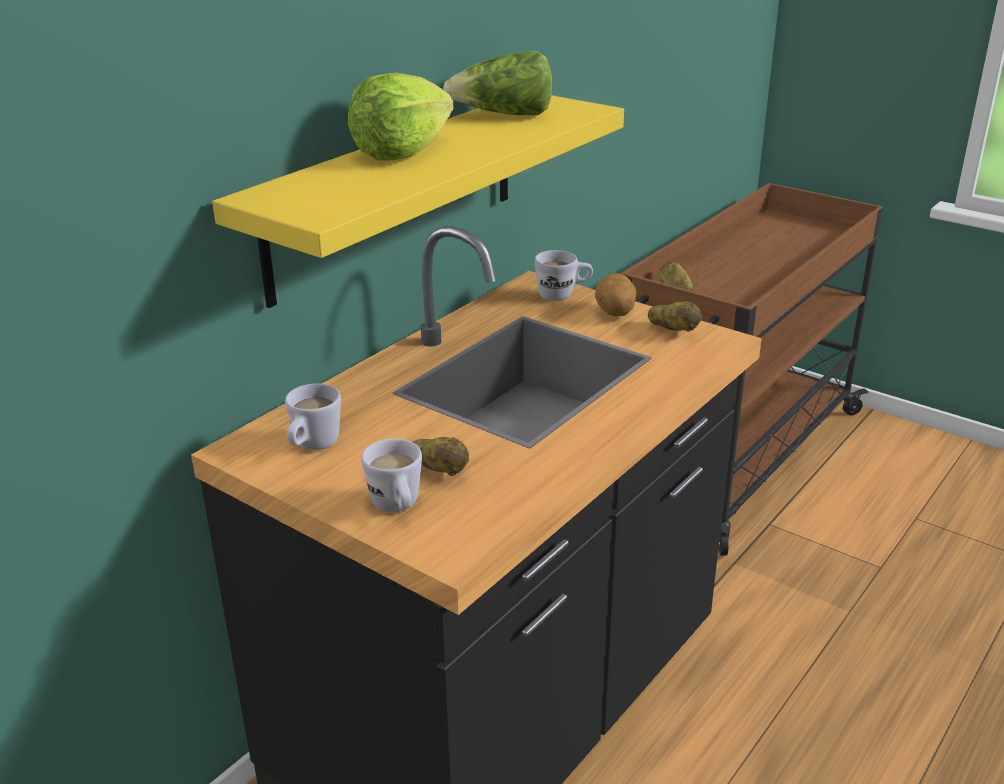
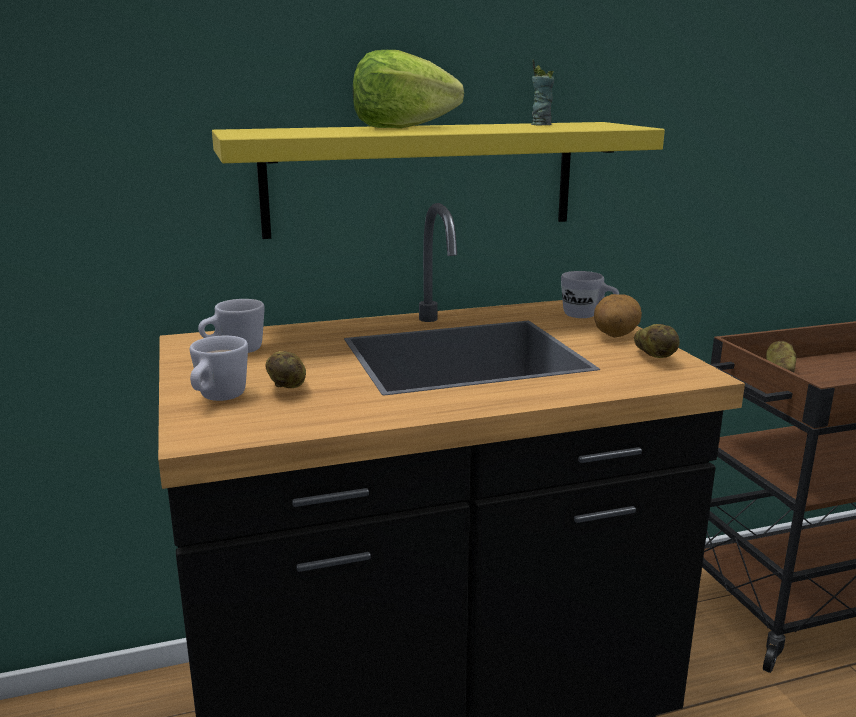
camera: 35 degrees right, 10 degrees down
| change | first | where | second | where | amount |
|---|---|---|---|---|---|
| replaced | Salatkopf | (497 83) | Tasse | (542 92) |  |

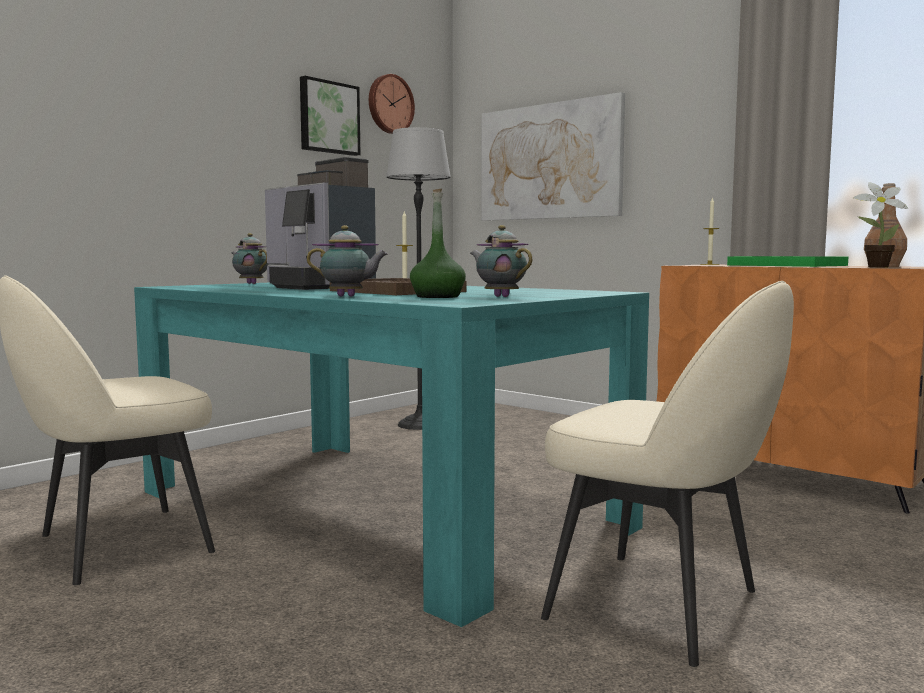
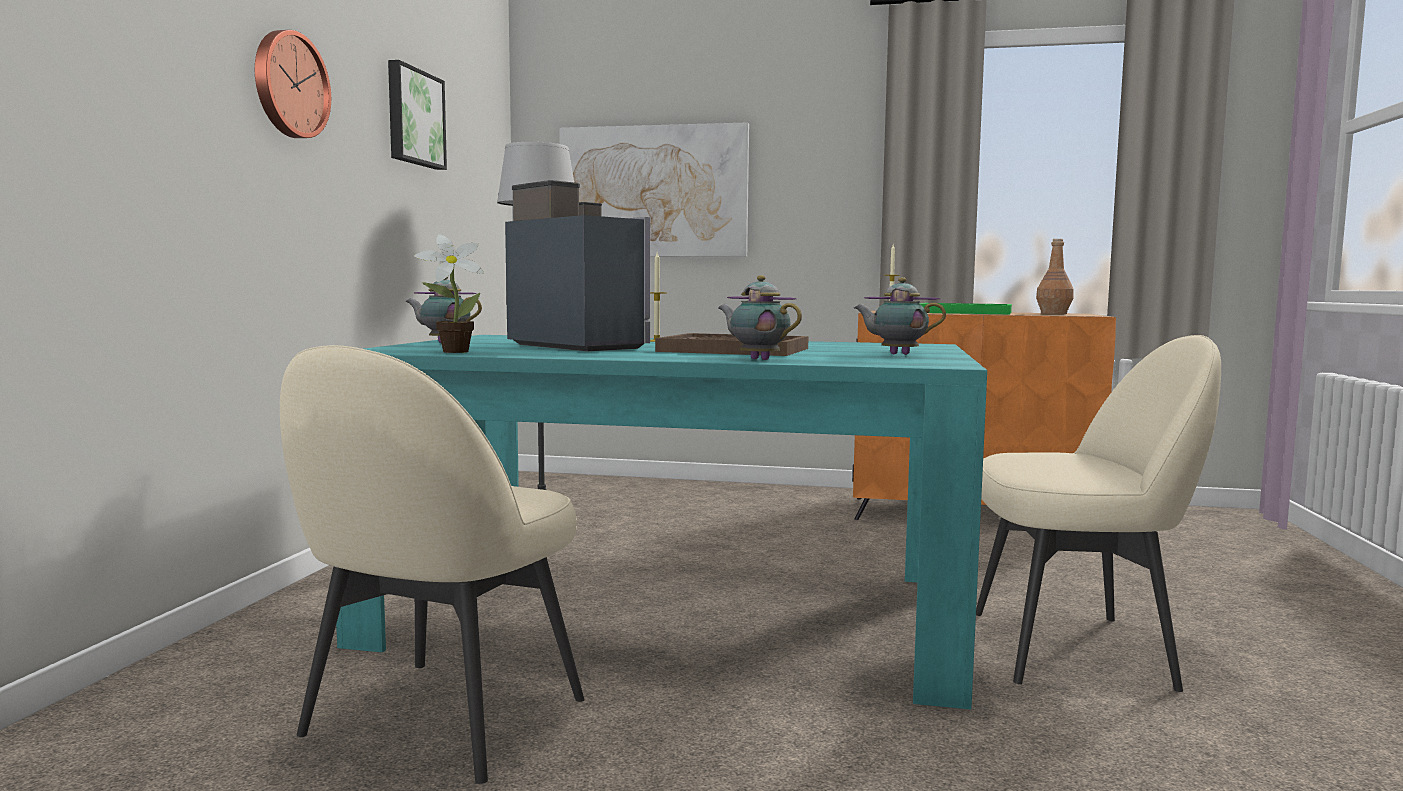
camera: 30 degrees left, 0 degrees up
| change | first | where | second | where | amount |
|---|---|---|---|---|---|
| removed | Flasche/grün | (438 243) |  |  |  |
| moved | Wanduhr | (392 104) |  | (293 84) |  |
| moved | Topfpflanze | (880 225) |  | (449 293) |  |
| turned | Kaffeemaschine | (320 223) |  | (577 265) | 150 degrees counterclockwise |
| turned | Teekanne | (347 261) |  | (760 317) | 120 degrees counterclockwise |

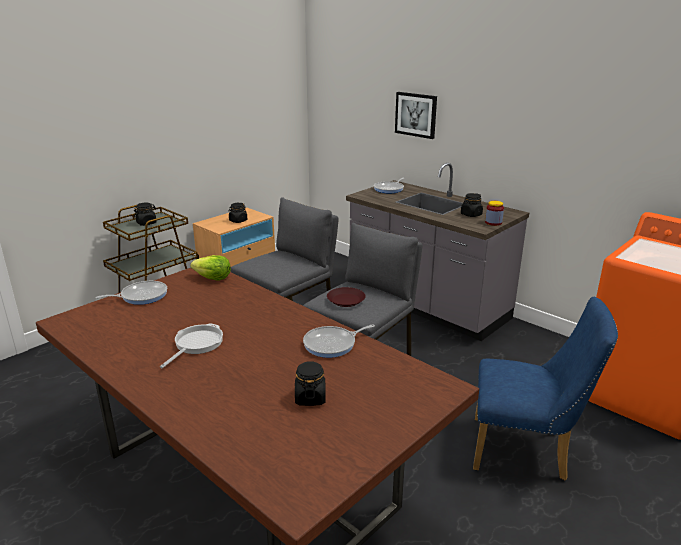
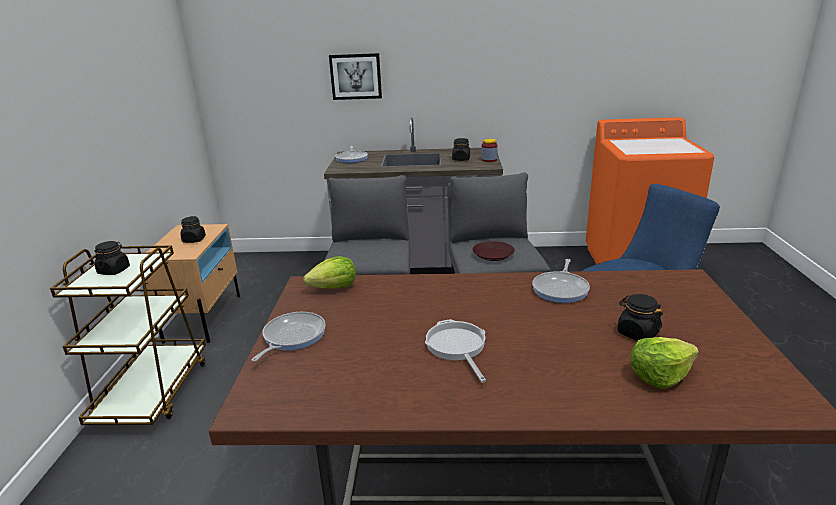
camera: 40 degrees left, 0 degrees up
| change | first | where | second | where | amount |
|---|---|---|---|---|---|
| added |  |  | Salatkopf | (664 363) |  |

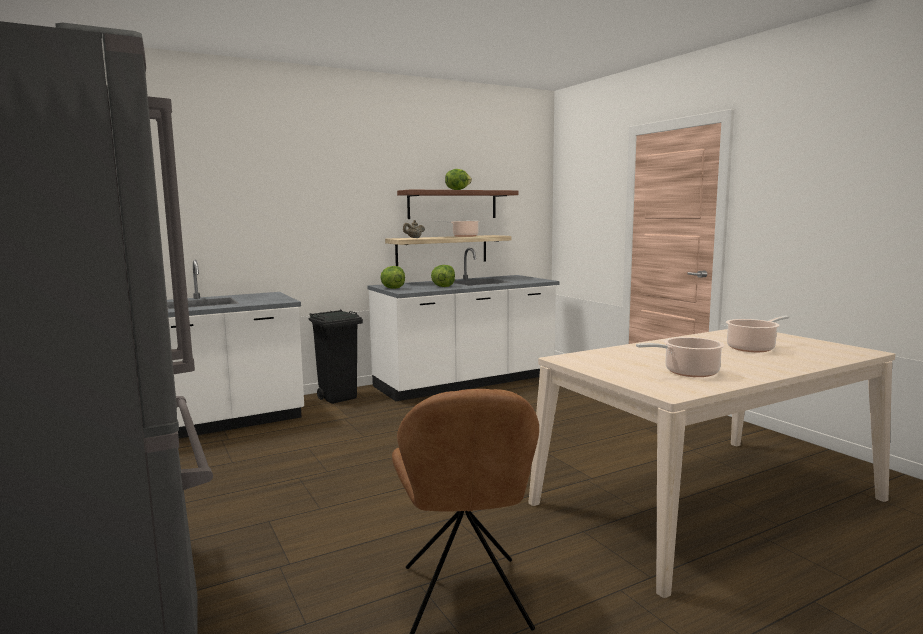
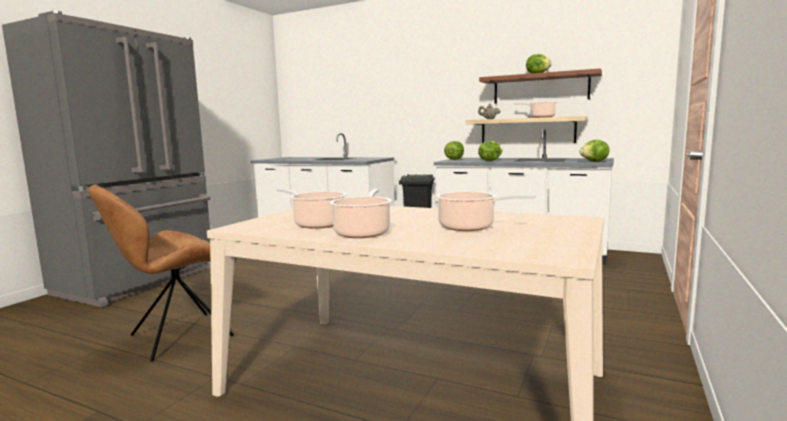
camera: 55 degrees right, 0 degrees up
| change | first | where | second | where | amount |
|---|---|---|---|---|---|
| added |  |  | Kochtopf | (360 213) |  |
| added |  |  | Salatkopf | (595 151) |  |

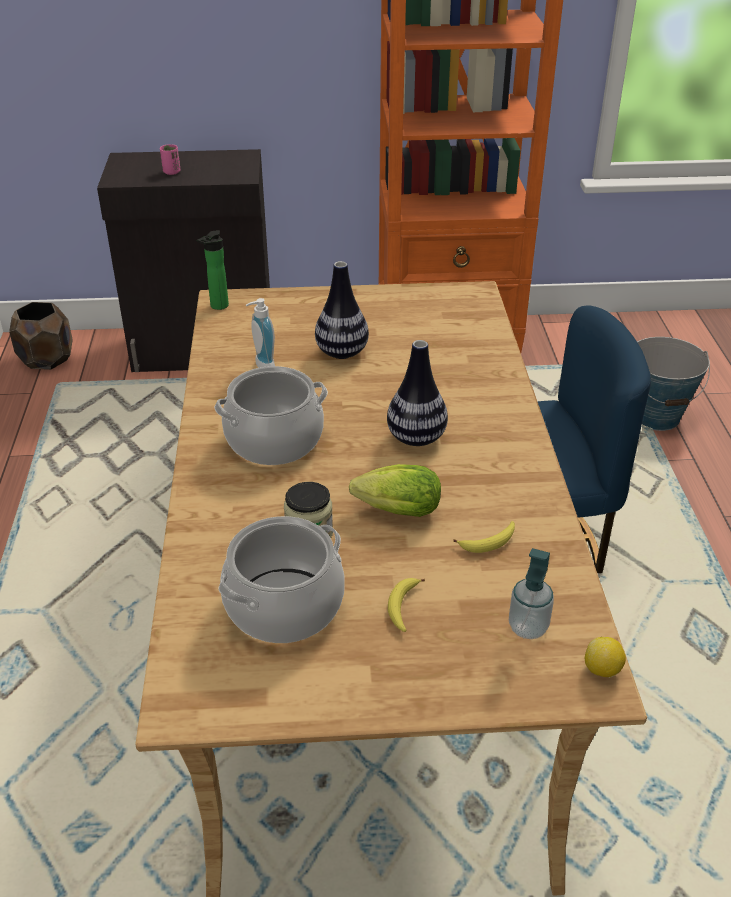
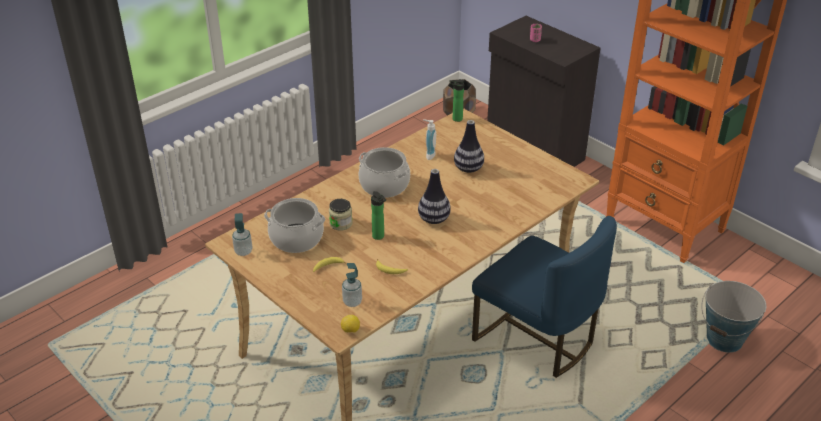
camera: 50 degrees right, 0 degrees up
| change | first | where | second | where | amount |
|---|---|---|---|---|---|
| added |  |  | Seifenspender | (242 234) |  |
| replaced | Salatkopf | (395 490) | Flasche | (378 215) |  |

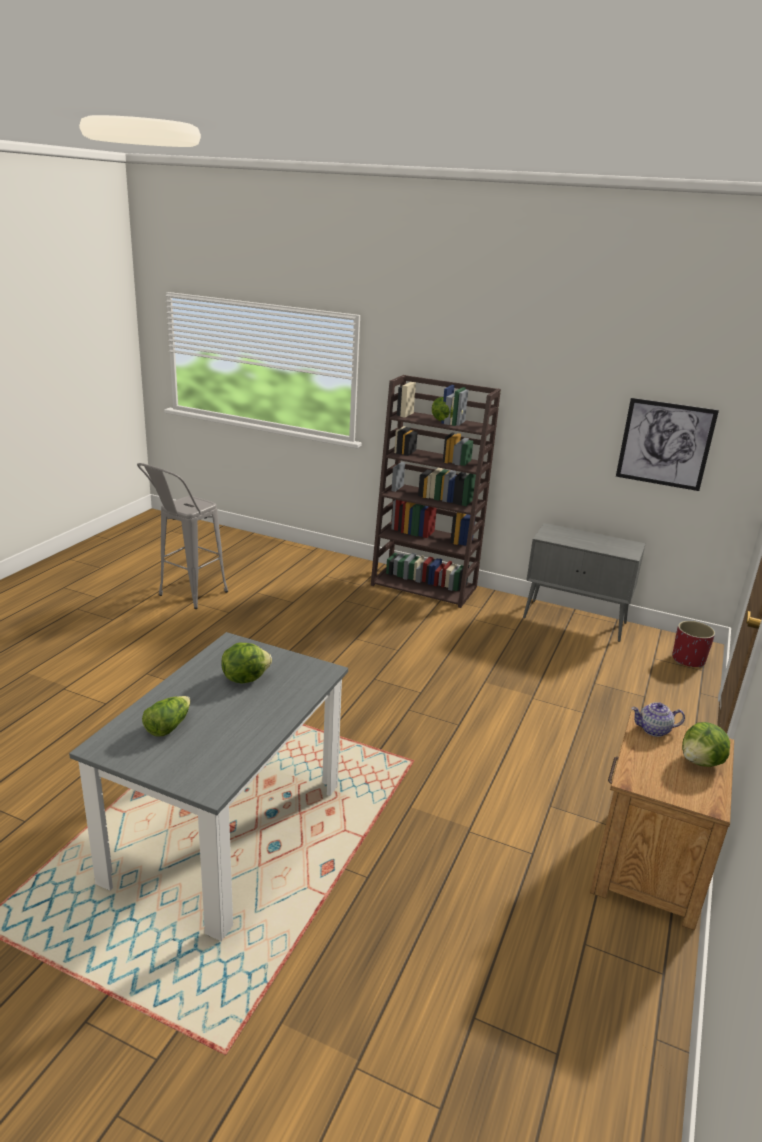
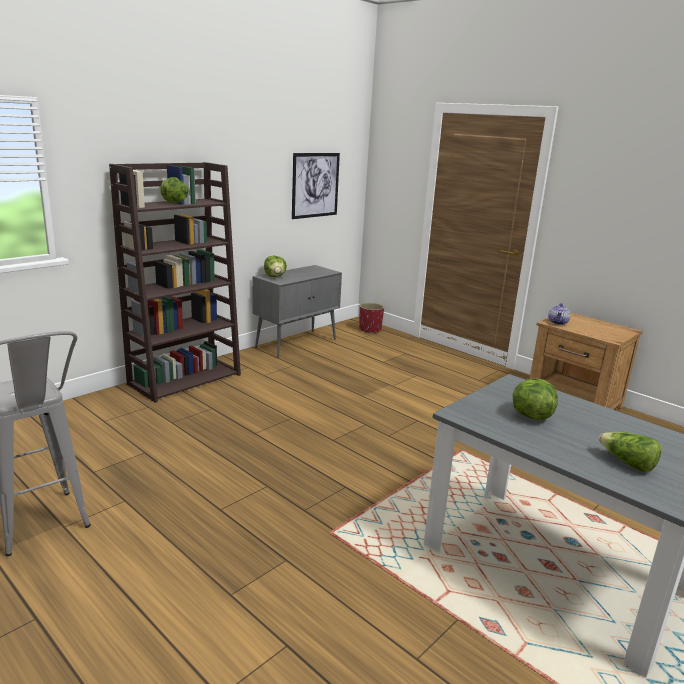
camera: 70 degrees left, 5 degrees down
| change | first | where | second | where | amount |
|---|---|---|---|---|---|
| moved | Salatkopf | (706 744) |  | (275 266) |  |

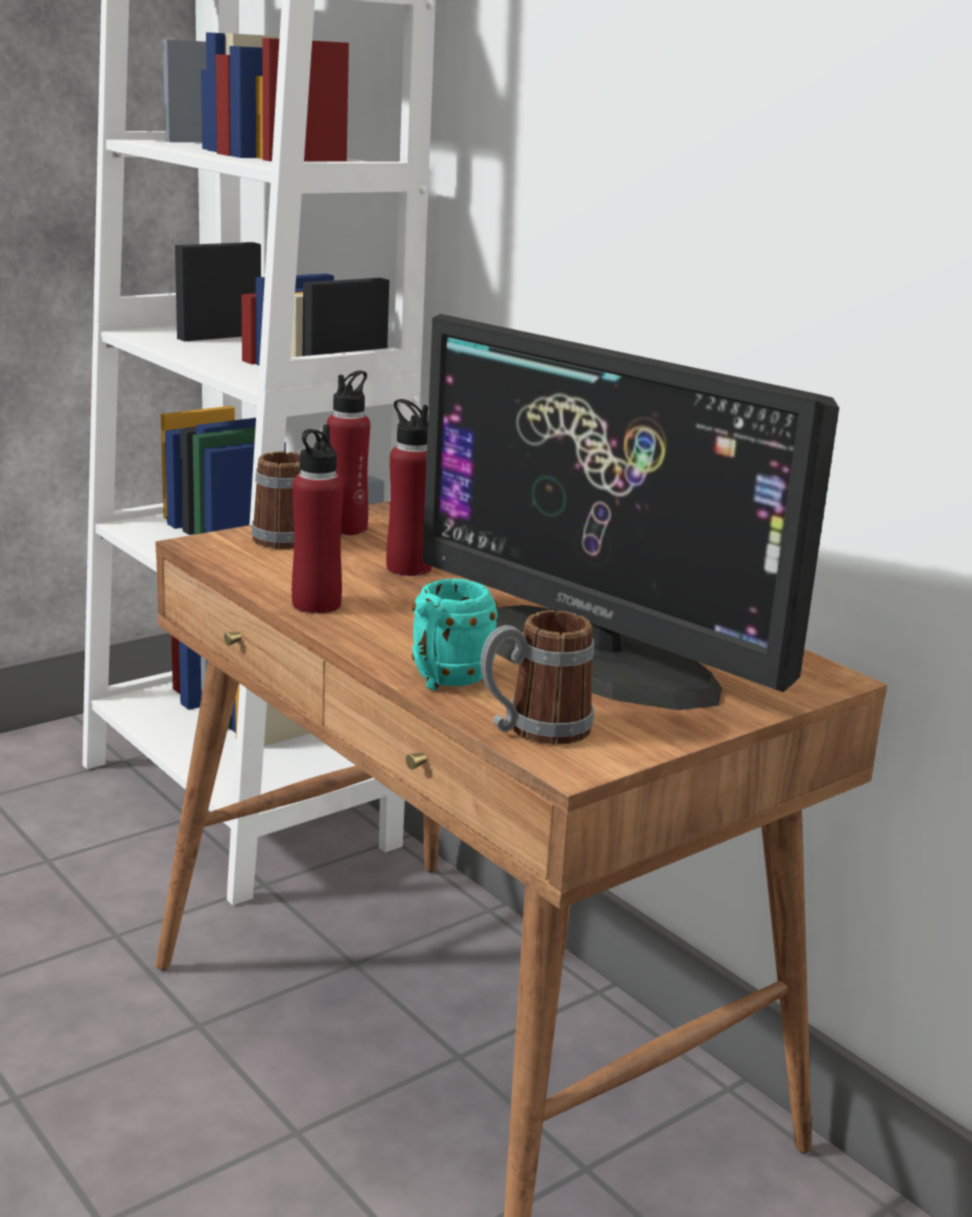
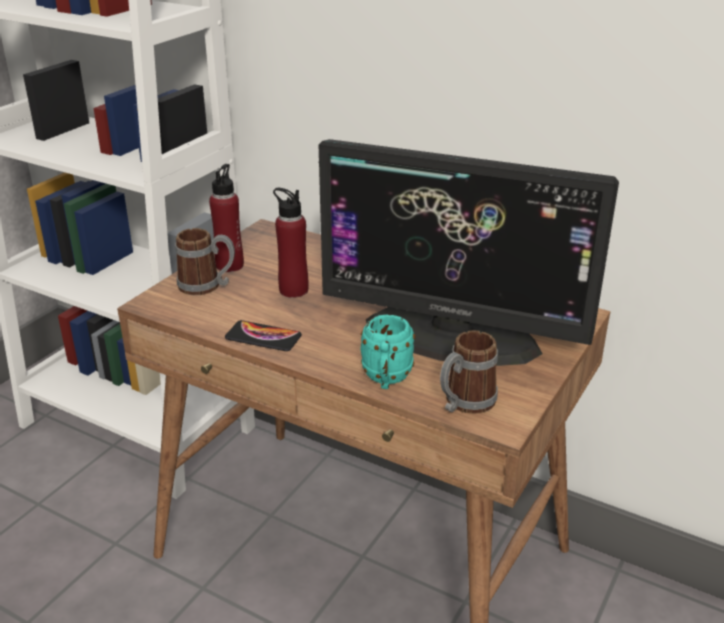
camera: 20 degrees left, 10 degrees up
| change | first | where | second | where | amount |
|---|---|---|---|---|---|
| replaced | Flasche/rot | (318 519) | Handy | (263 335) |  |

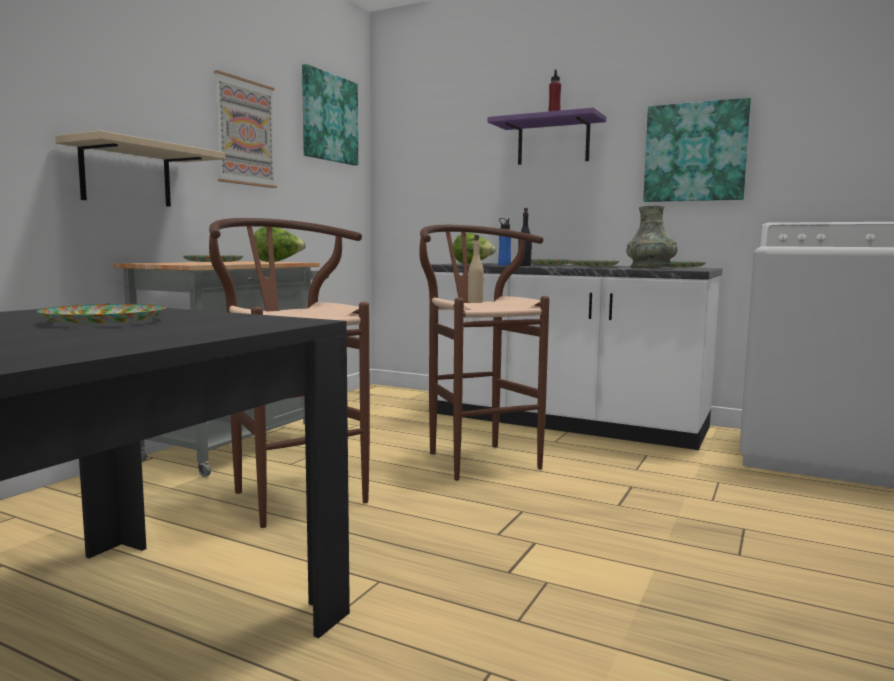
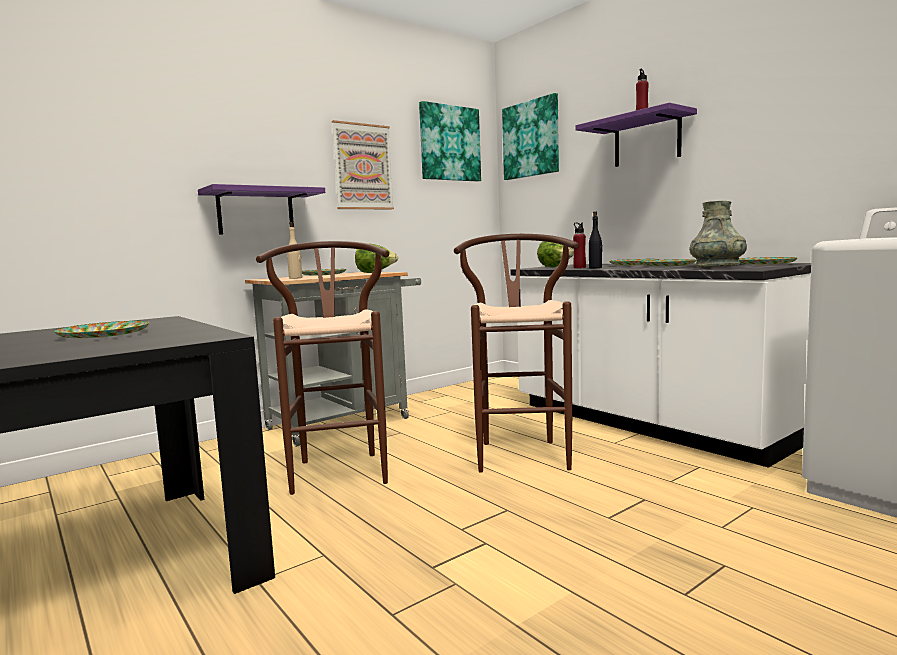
camera: 25 degrees right, 0 degrees up
| change | first | where | second | where | amount |
|---|---|---|---|---|---|
| moved | Flasche/beige | (476 269) |  | (294 250) |  |
| moved | Bild | (697 150) |  | (530 136) |  |
| recoloured | Wandregal/beige | (140 168) | Wandregal/lila | (261 209) |  |
| recoloured | Flasche/blau | (504 241) | Flasche/rot | (579 245) |  |

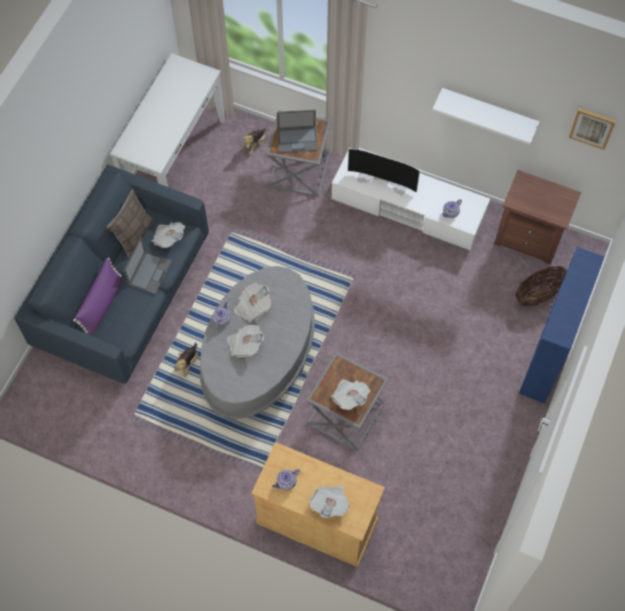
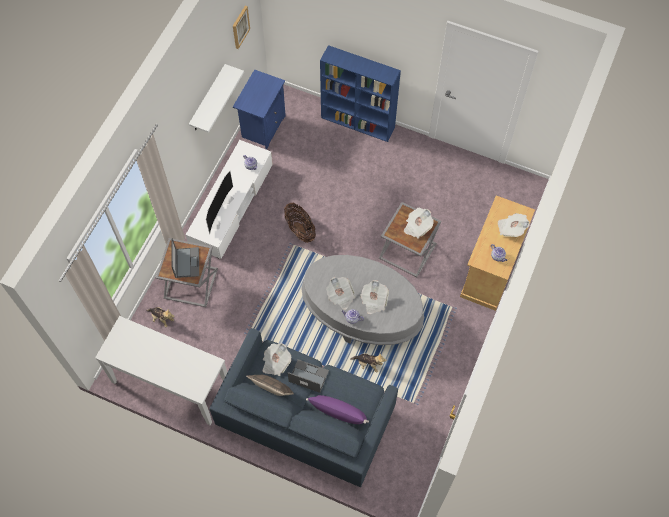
camera: 90 degrees left, 0 degrees up
| change | first | where | second | where | amount |
|---|---|---|---|---|---|
| moved | Korb | (541 286) |  | (300 223) |  |
| recoloured | Nachttisch/braun | (538 217) | Nachttisch/blau | (259 109) |  |

